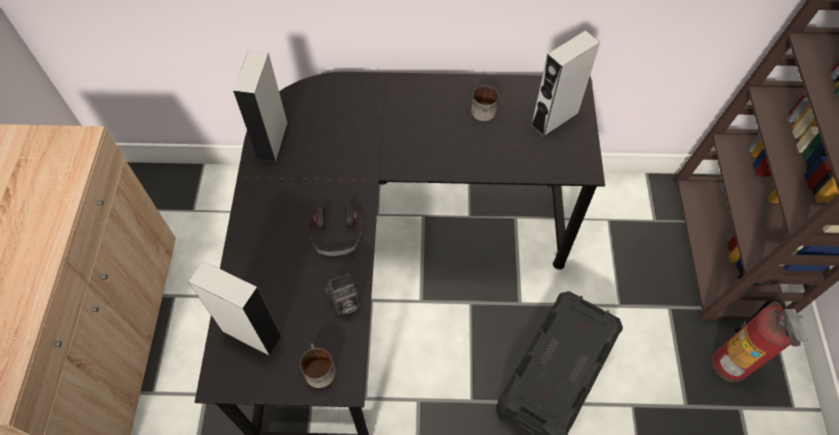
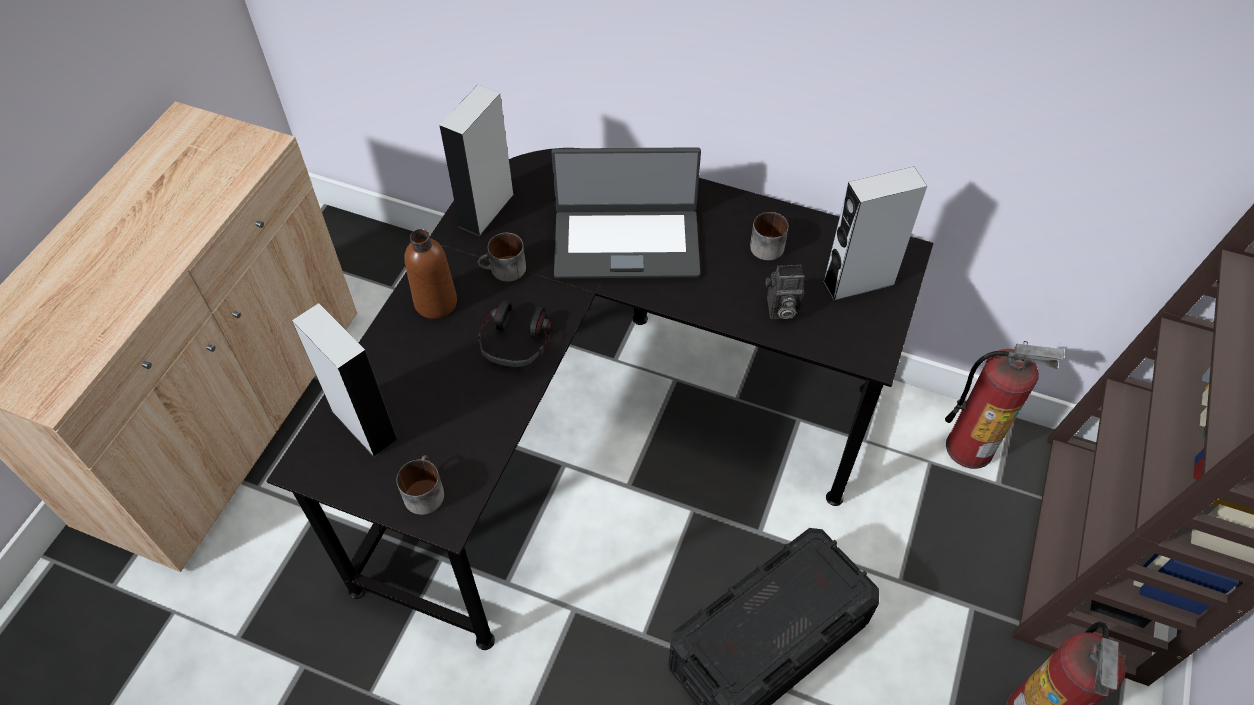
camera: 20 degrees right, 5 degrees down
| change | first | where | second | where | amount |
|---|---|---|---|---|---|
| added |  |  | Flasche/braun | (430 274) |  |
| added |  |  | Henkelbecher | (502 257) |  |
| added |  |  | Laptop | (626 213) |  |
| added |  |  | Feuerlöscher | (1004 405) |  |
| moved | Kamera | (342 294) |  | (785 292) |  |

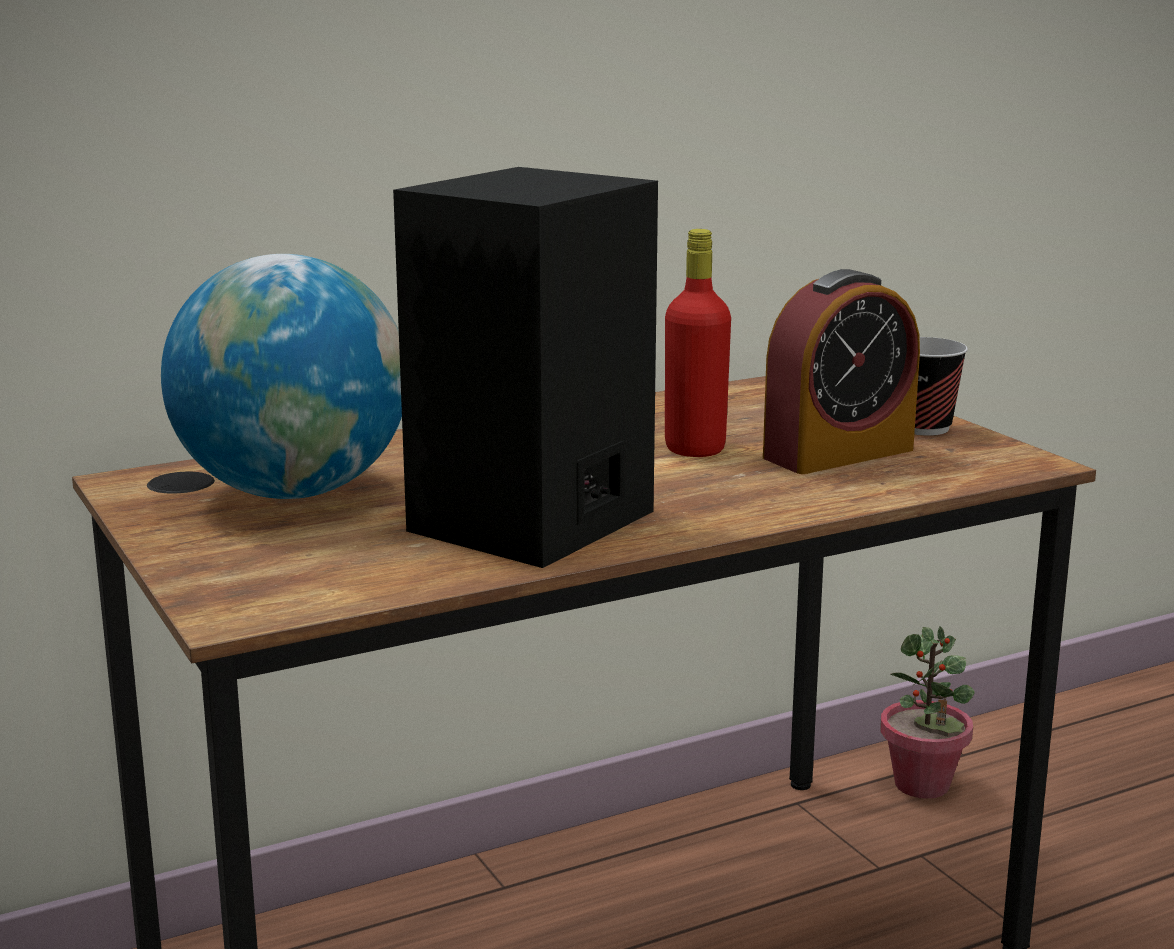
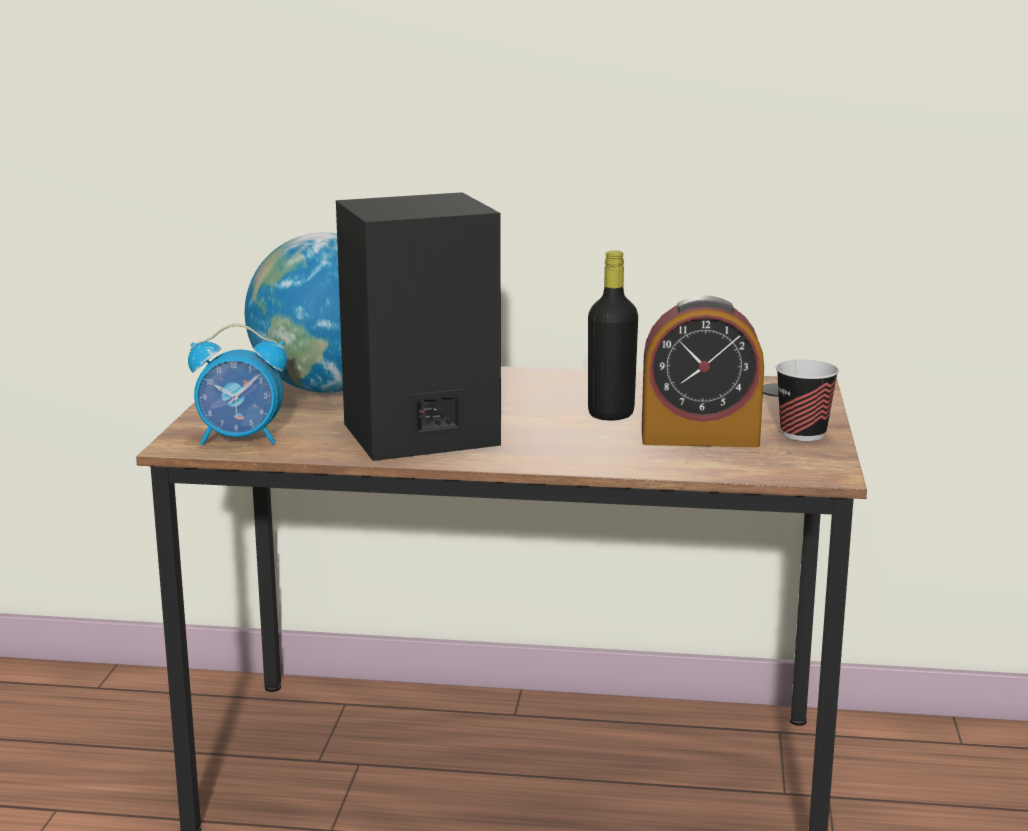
camera: 35 degrees right, 0 degrees up
| change | first | where | second | where | amount |
|---|---|---|---|---|---|
| removed | Topfpflanze | (927 712) |  |  |  |
| added |  |  | Wecker | (237 384) |  |
| recoloured | Flasche/rot | (698 343) | Flasche/schwarz | (613 335) |  |

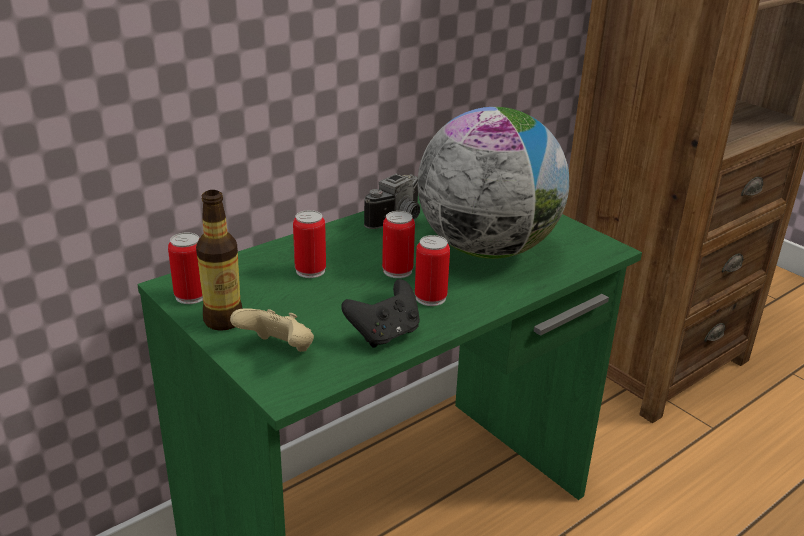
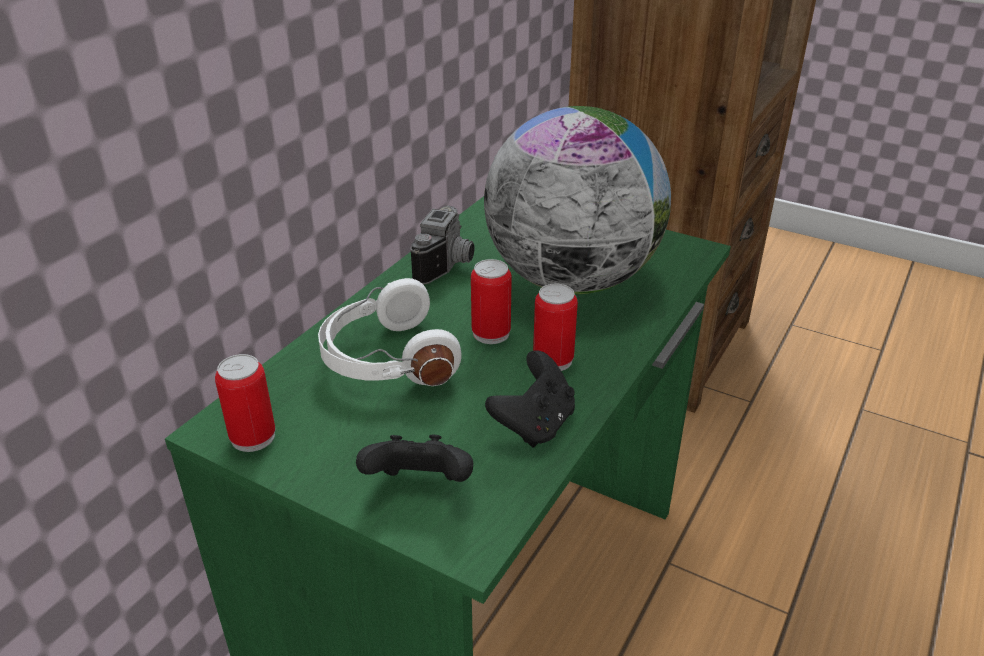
camera: 20 degrees left, 5 degrees up
| change | first | where | second | where | amount |
|---|---|---|---|---|---|
| removed | Flasche | (219 260) |  |  |  |
| replaced | Dose | (309 244) | Kopfhörer/weiß | (390 332) |  |
| recoloured | Gamepad/beige | (272 330) | Gamepad/schwarz | (414 458) |  |

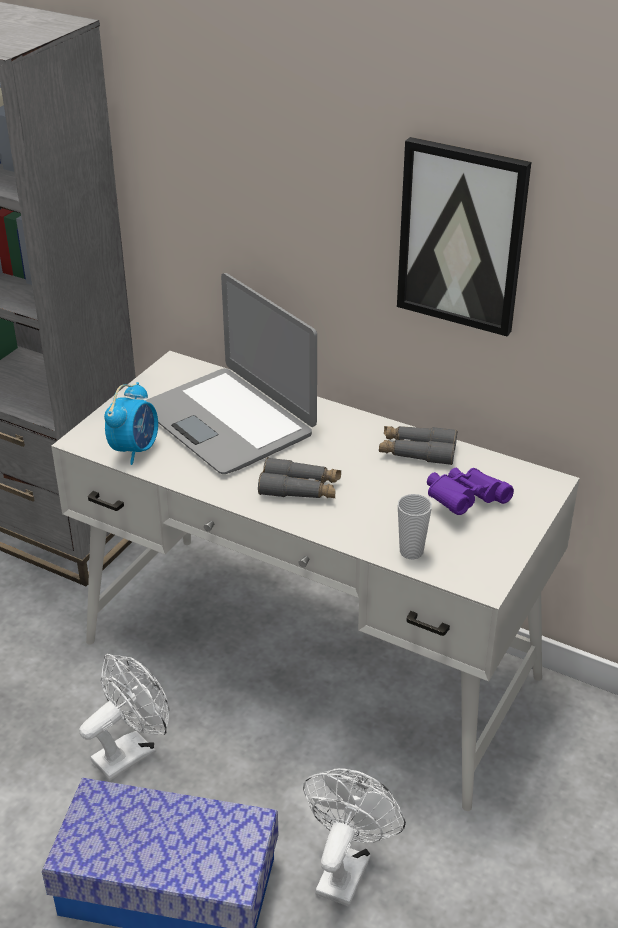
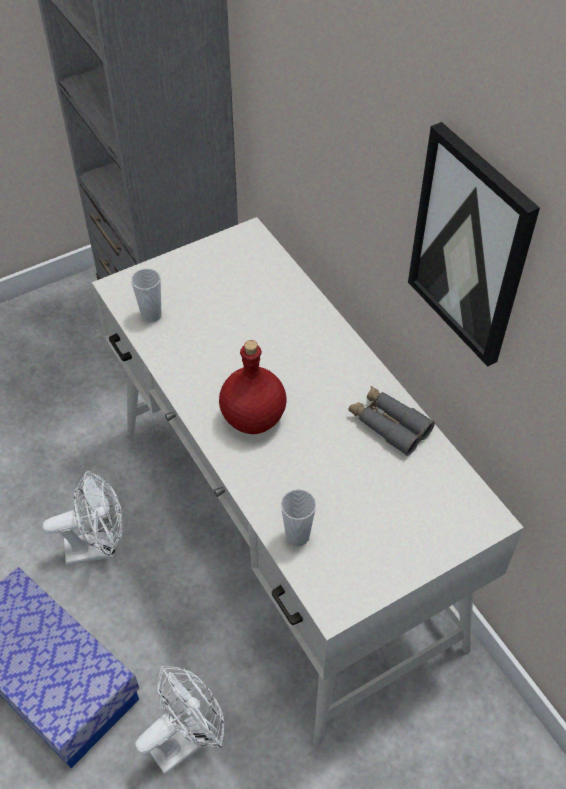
camera: 30 degrees right, 15 degrees up
| change | first | where | second | where | amount |
|---|---|---|---|---|---|
| removed | Laptop | (231 373) |  |  |  |
| removed | Fernglas/lila | (470 491) |  |  |  |
| replaced | Wecker | (131 423) | Tasse | (146 295) |  |
| replaced | Fernglas/grau | (299 477) | Flasche/rot | (253 387) |  |

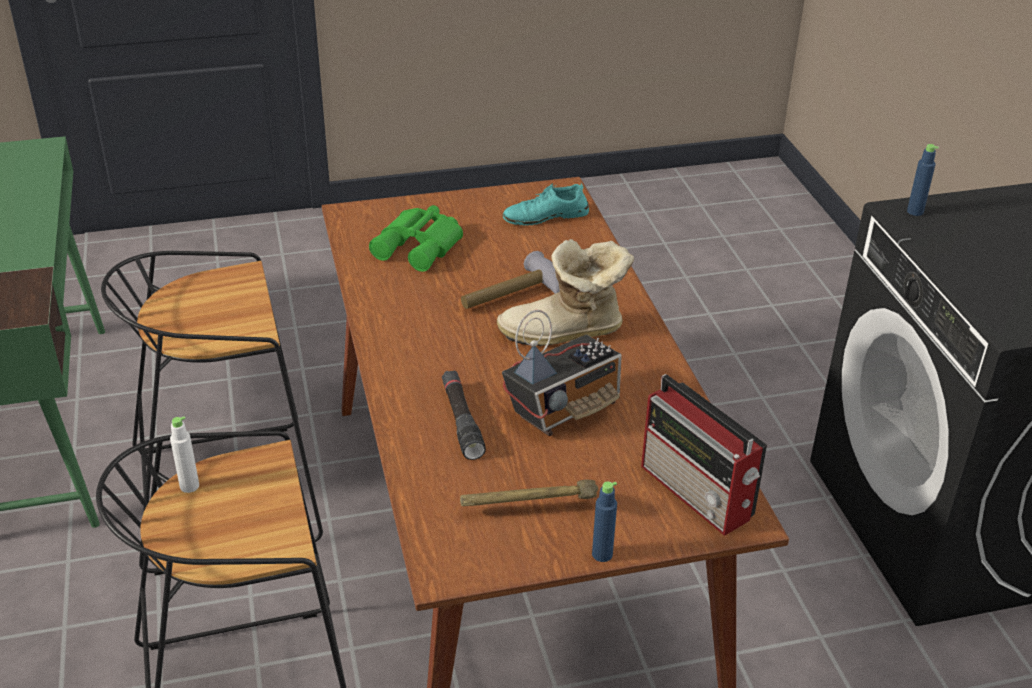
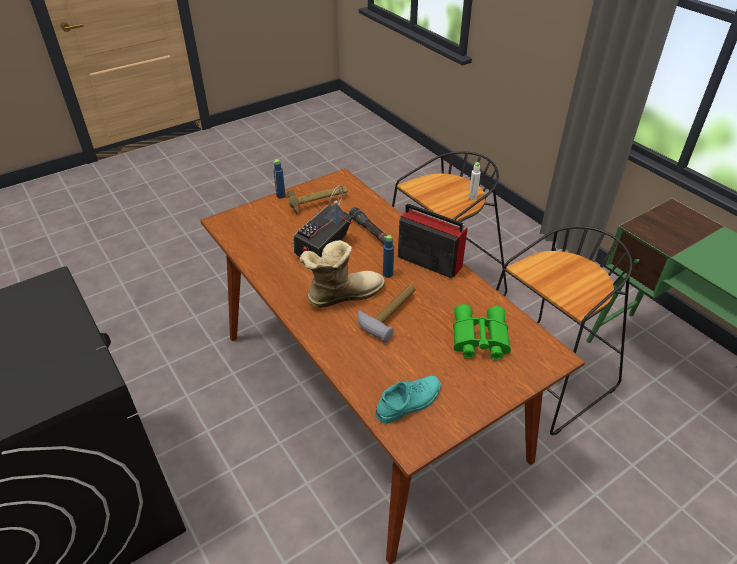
camera: 160 degrees right, 5 degrees up
| change | first | where | second | where | amount |
|---|---|---|---|---|---|
| moved | Radio | (704 455) |  | (433 240) |  |
| moved | Flasche/blau | (923 180) |  | (388 256) |  |

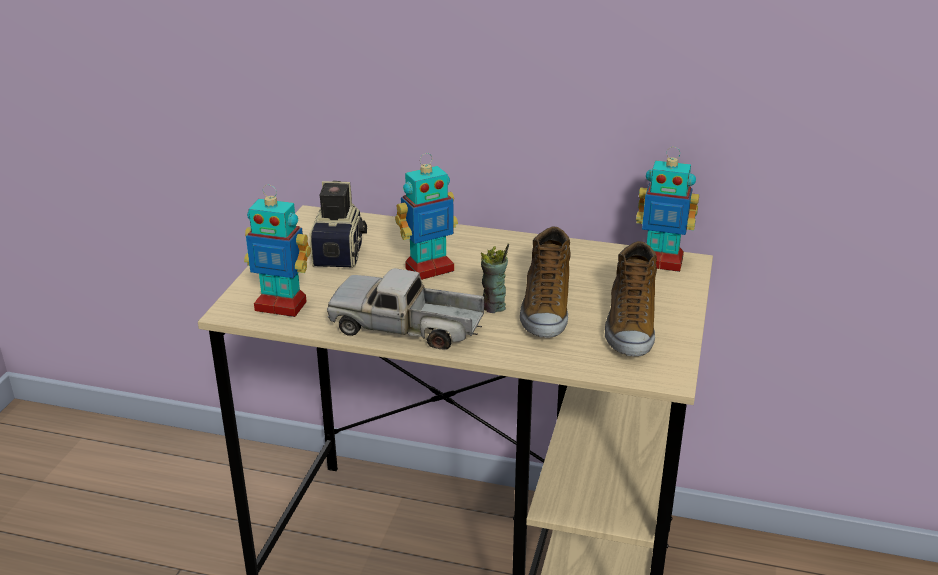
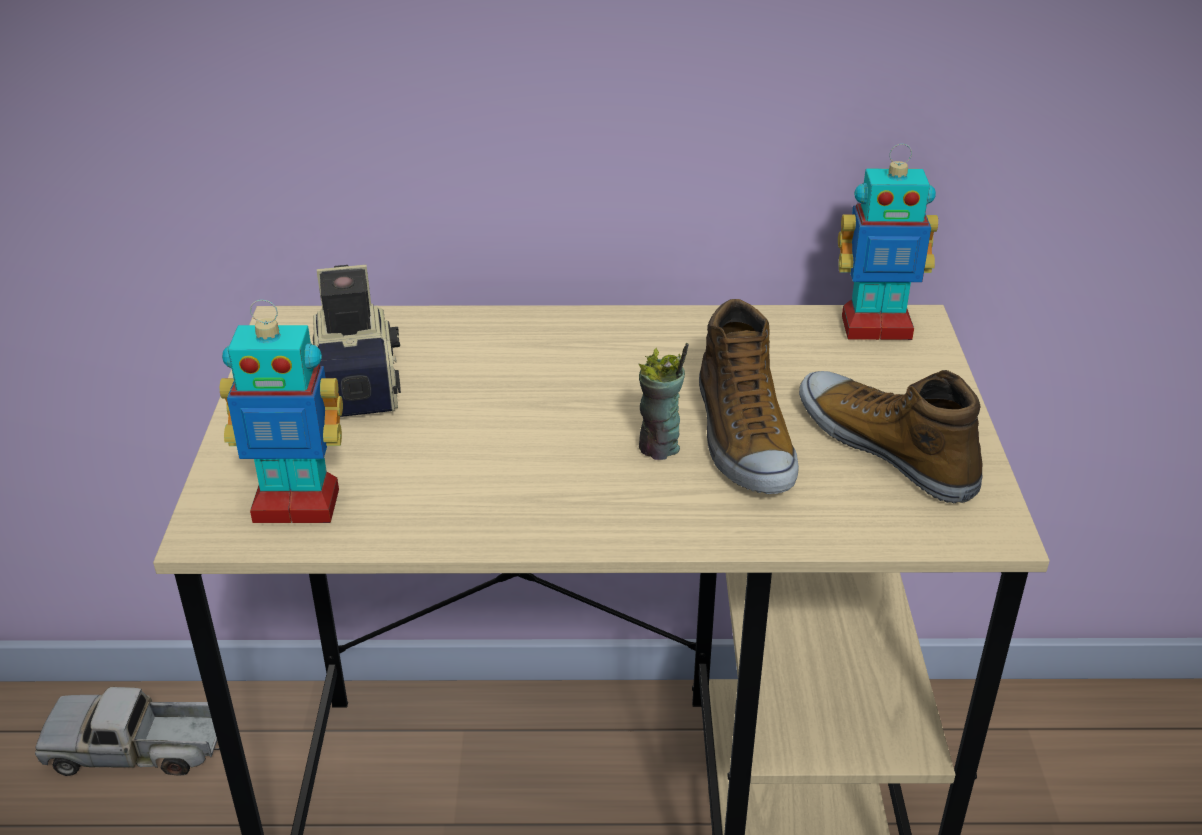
camera: 15 degrees left, 5 degrees up
| change | first | where | second | where | amount |
|---|---|---|---|---|---|
| removed | Spielzeugroboter | (426 216) |  |  |  |
| moved | Spielzeuglaster | (405 309) |  | (127 731) |  |
| turned | Schuh | (631 298) |  | (890 437) | 150 degrees clockwise |

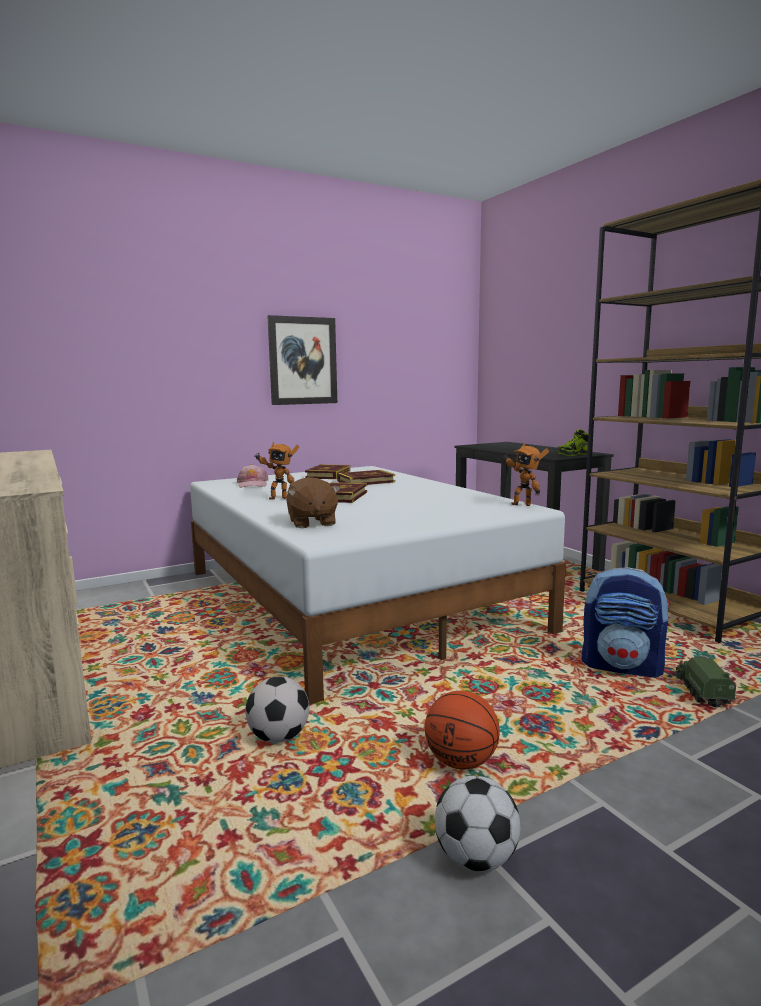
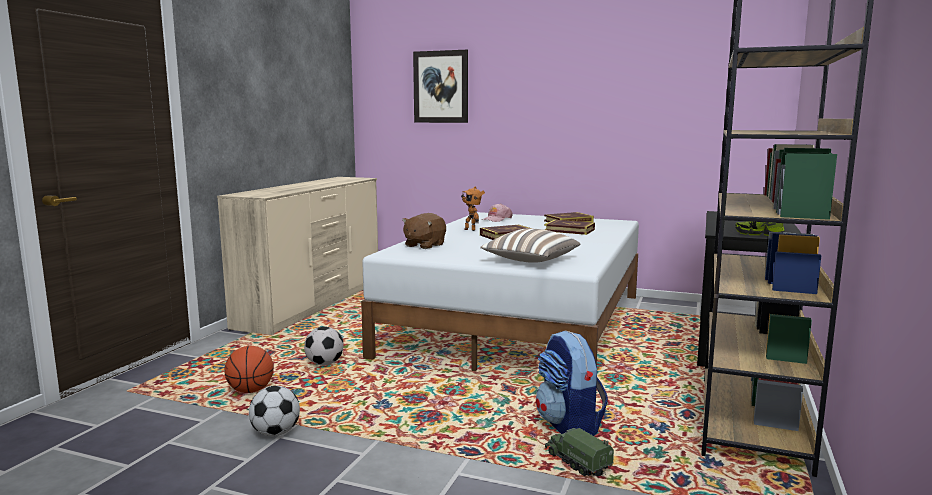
camera: 50 degrees right, 0 degrees up
| change | first | where | second | where | amount |
|---|---|---|---|---|---|
| removed | Spielzeugroboter | (525 474) |  |  |  |
| added |  |  | Kissen | (530 245) |  |
| moved | Bild | (302 360) |  | (440 86) |  |
| moved | Basketball | (462 730) |  | (249 369) |  |
| turned | Spielzeuglaster | (706 682) |  | (579 452) | 90 degrees counterclockwise |

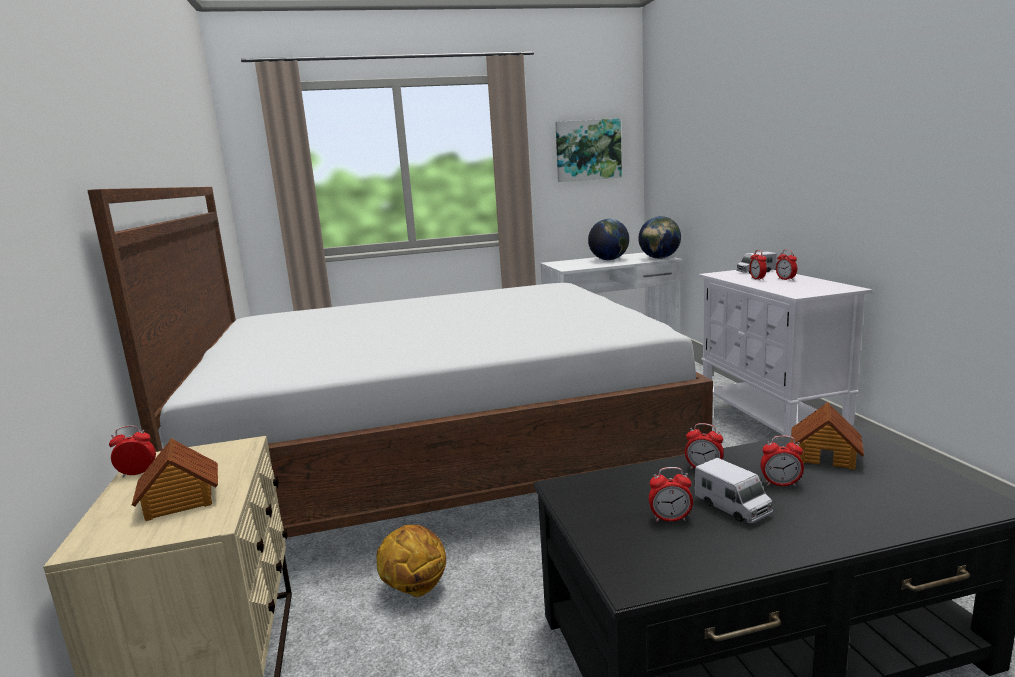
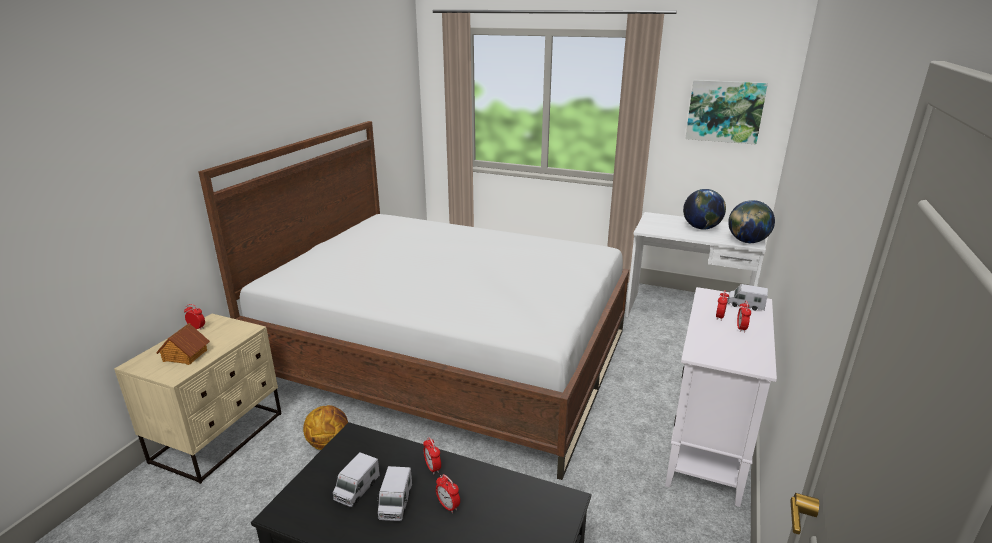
camera: 35 degrees right, 10 degrees up
| change | first | where | second | where | amount |
|---|---|---|---|---|---|
| removed | Spielzeughaus | (827 436) |  |  |  |
| replaced | Wecker | (670 494) | Spielzeuglaster | (356 479) |  |

